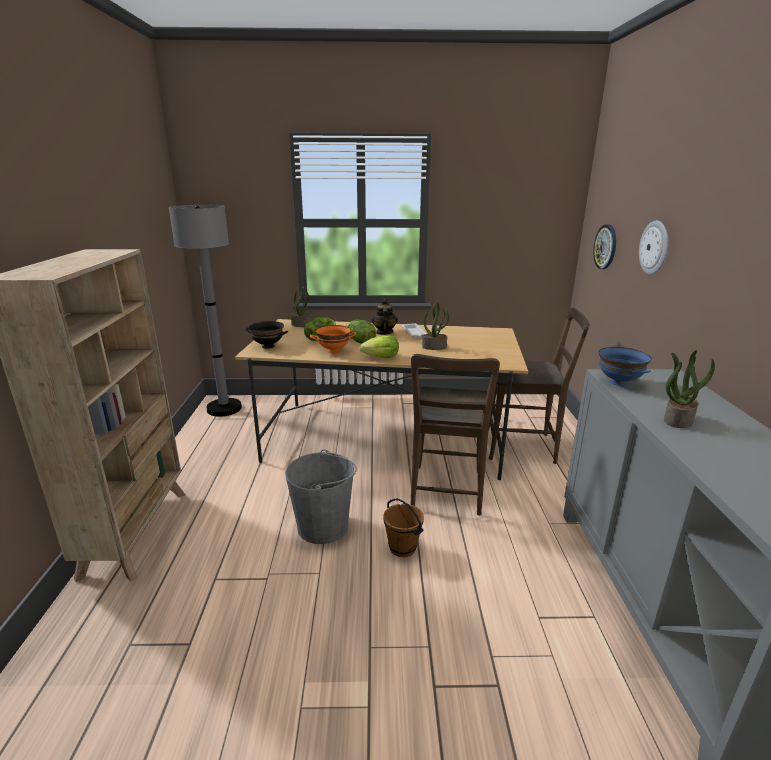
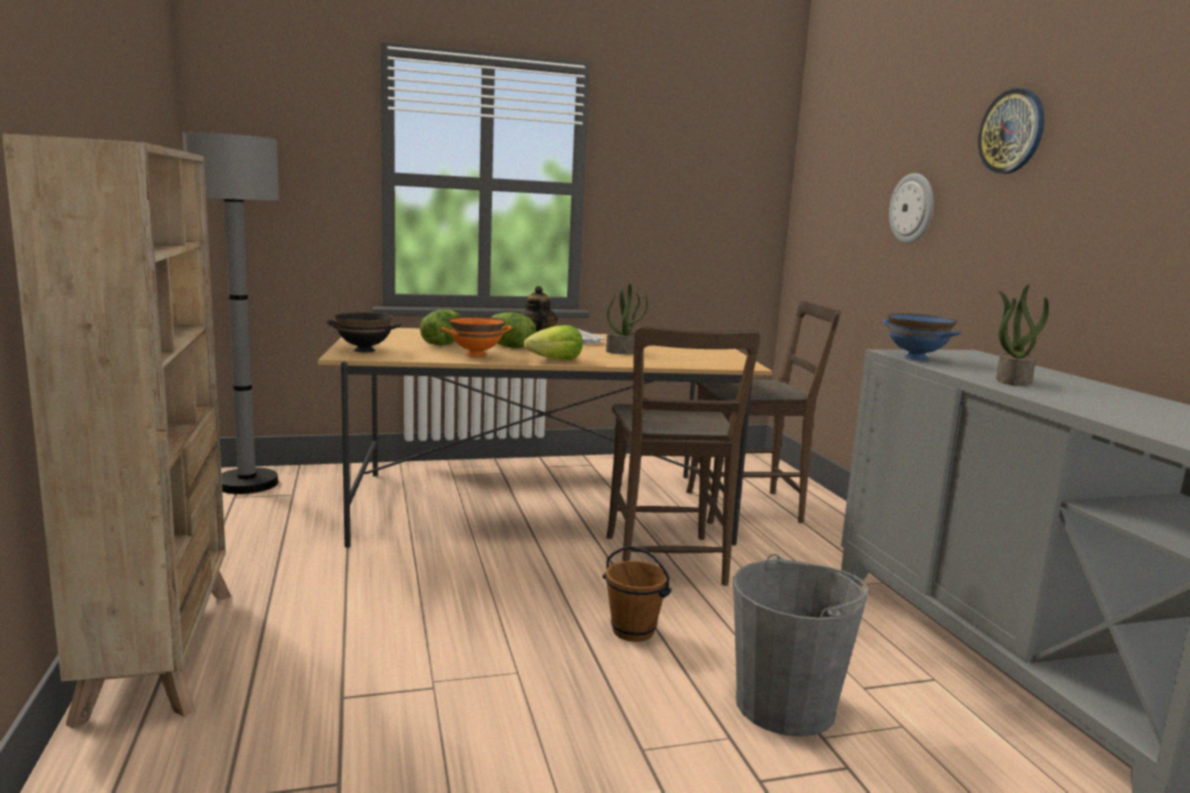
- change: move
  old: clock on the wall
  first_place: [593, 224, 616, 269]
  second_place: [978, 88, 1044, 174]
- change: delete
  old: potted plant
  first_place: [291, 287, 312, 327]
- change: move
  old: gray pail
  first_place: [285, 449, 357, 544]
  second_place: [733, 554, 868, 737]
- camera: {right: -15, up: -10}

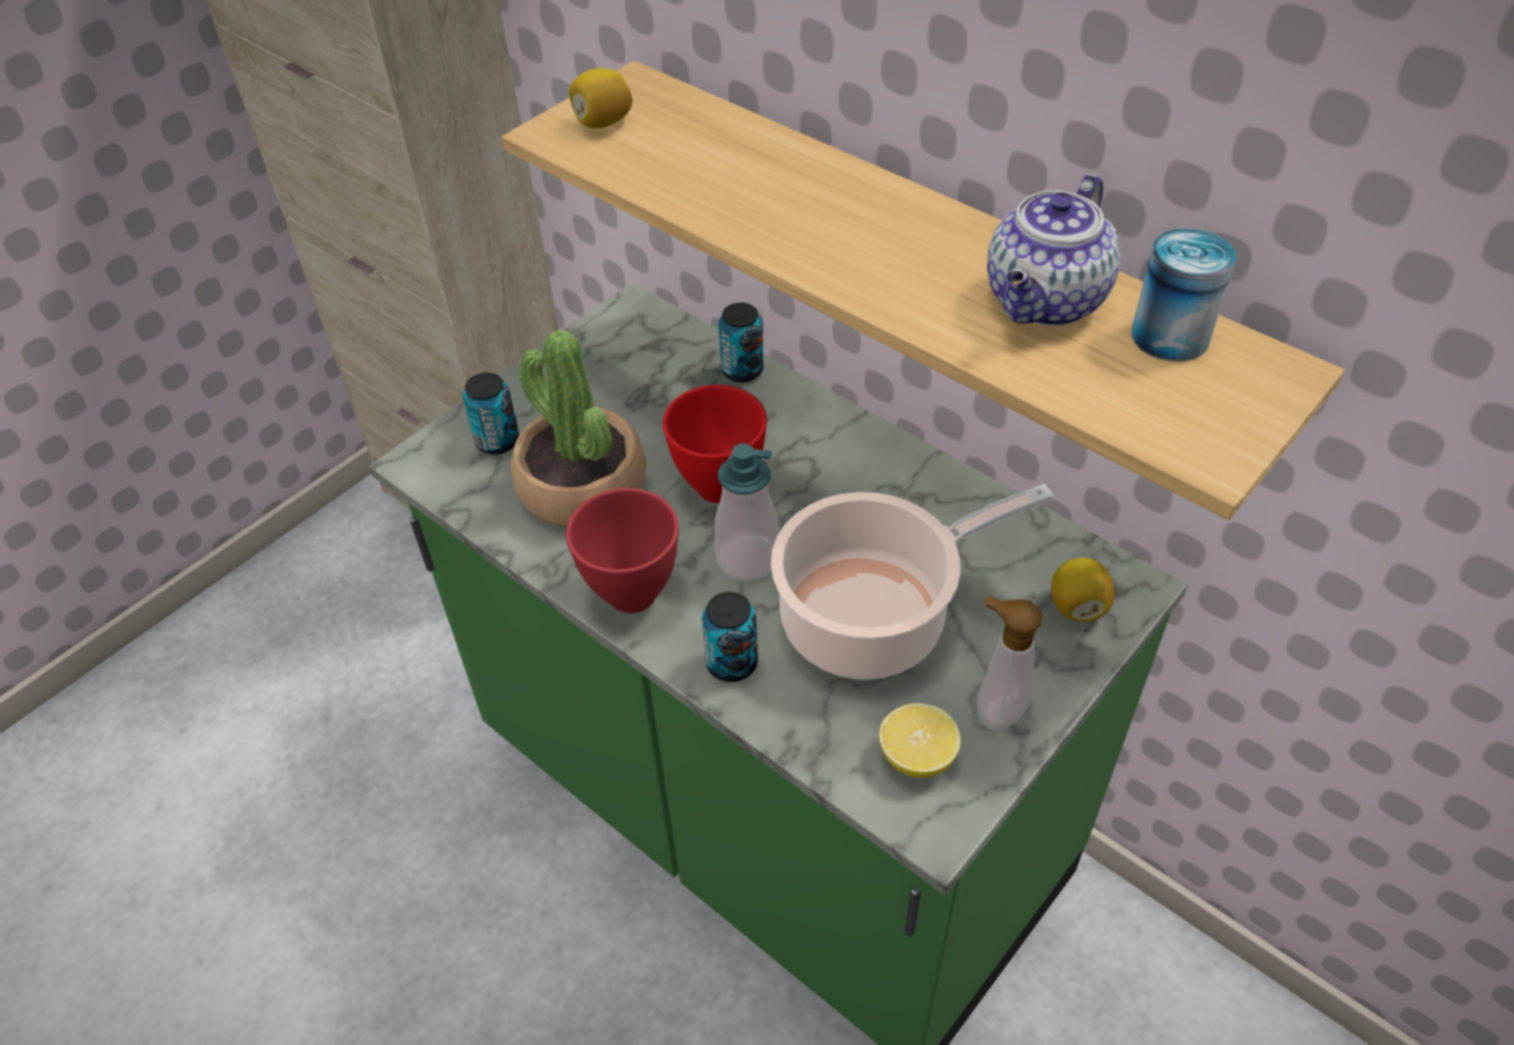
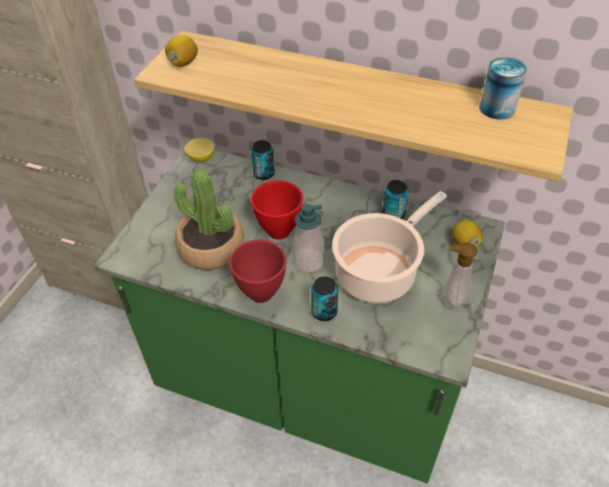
- change: delete
  old: pot for tea
  first_place: [987, 174, 1120, 326]
- change: move
  old: can
  first_place: [463, 373, 519, 455]
  second_place: [382, 180, 408, 219]
- change: move
  old: whole lemon
  first_place: [879, 703, 961, 778]
  second_place: [184, 138, 215, 162]
- camera: {right: -20, up: 0}

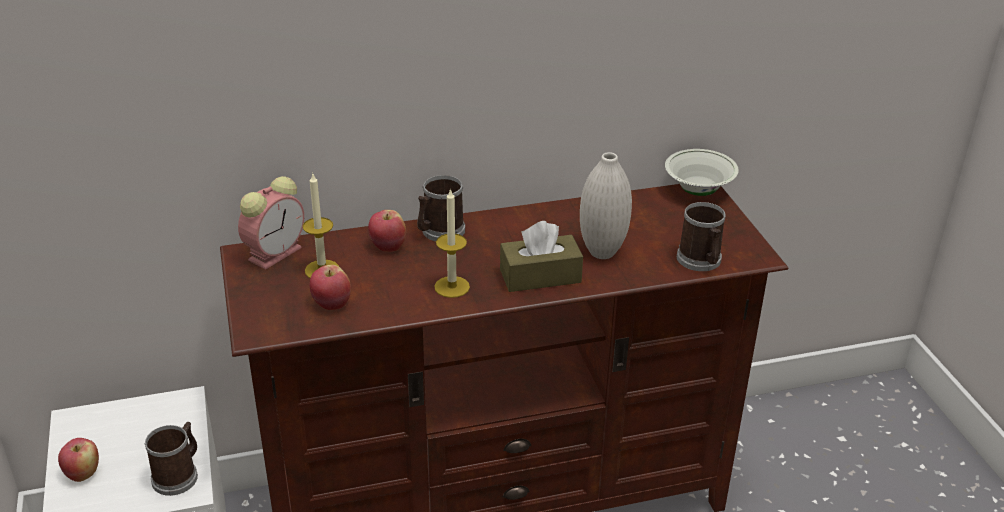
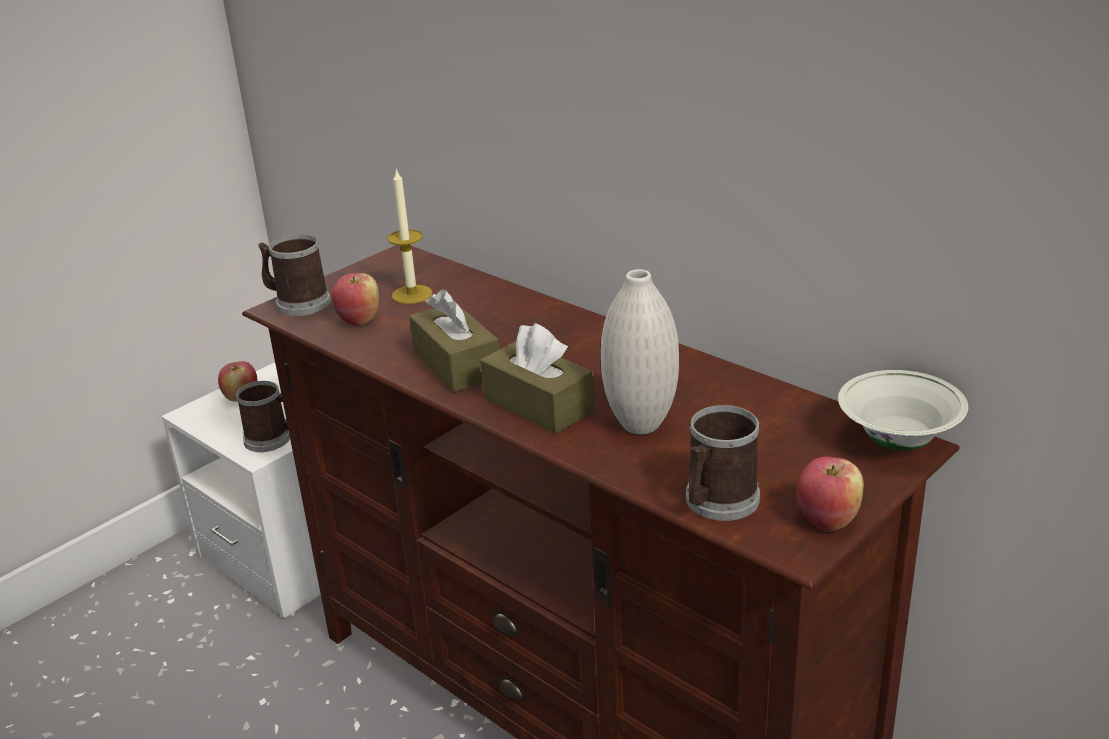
- change: move
  old: mug
  first_place: [417, 175, 465, 241]
  second_place: [258, 234, 331, 316]
- change: delete
  old: bedside clock
  first_place: [238, 176, 304, 270]
- change: replace
  old: candle
  new: brown-coloured box of tissues
  first_place: [434, 188, 470, 298]
  second_place: [409, 289, 499, 392]
- change: move
  old: apple
  first_place: [368, 210, 406, 252]
  second_place: [797, 456, 864, 531]
- camera: {right: 60, up: -5}

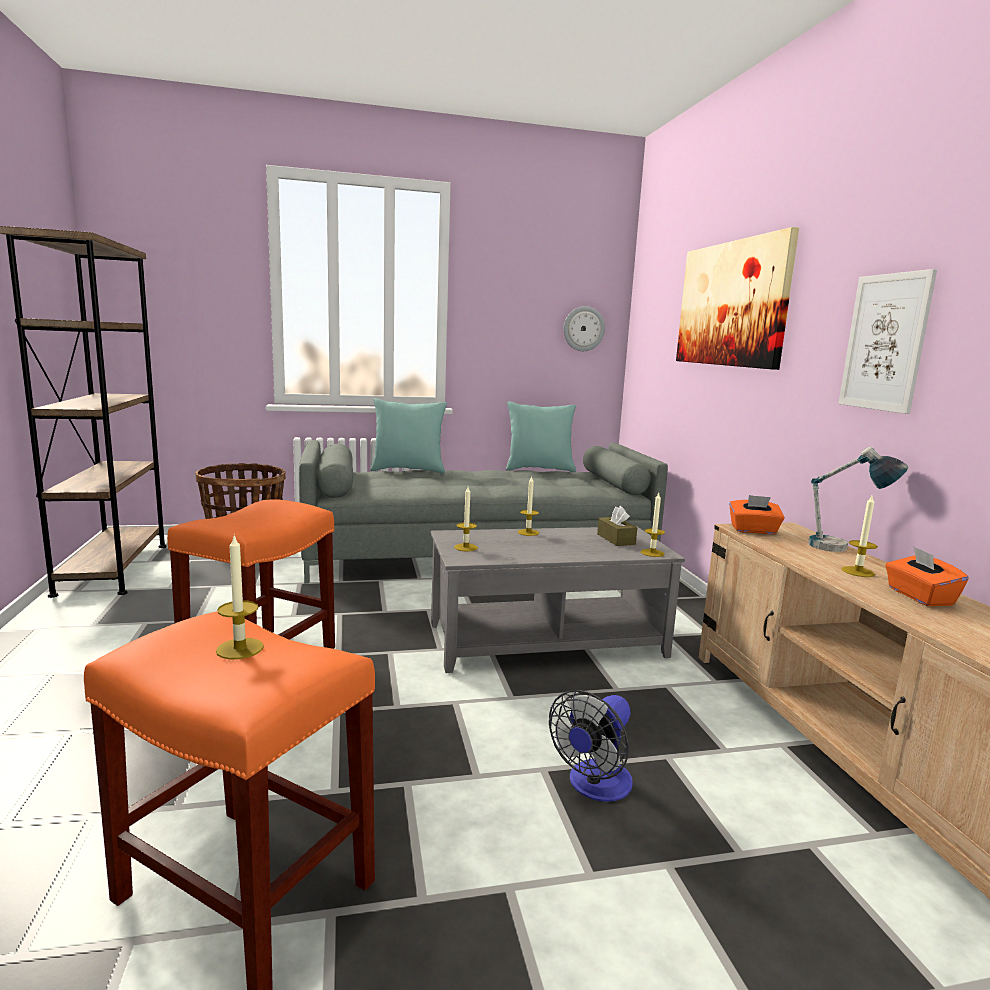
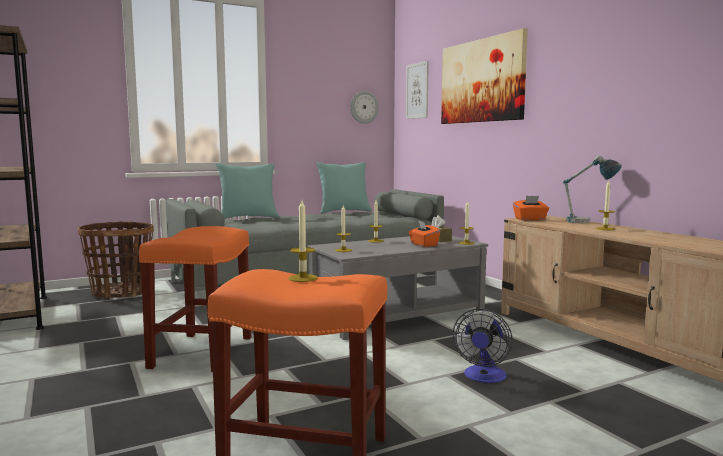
- change: move
  old: wall picture
  first_place: [838, 269, 937, 414]
  second_place: [406, 61, 429, 119]
- change: move
  old: orange box of tissues
  first_place: [885, 547, 969, 606]
  second_place: [408, 220, 440, 247]
- camera: {right: -15, up: -5}

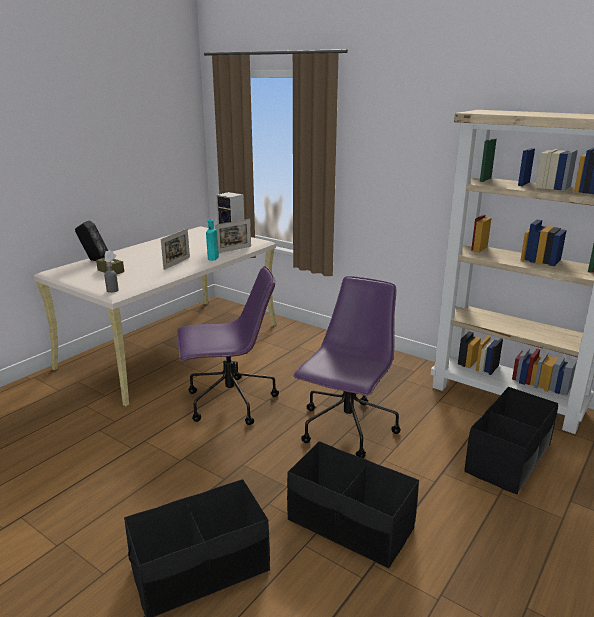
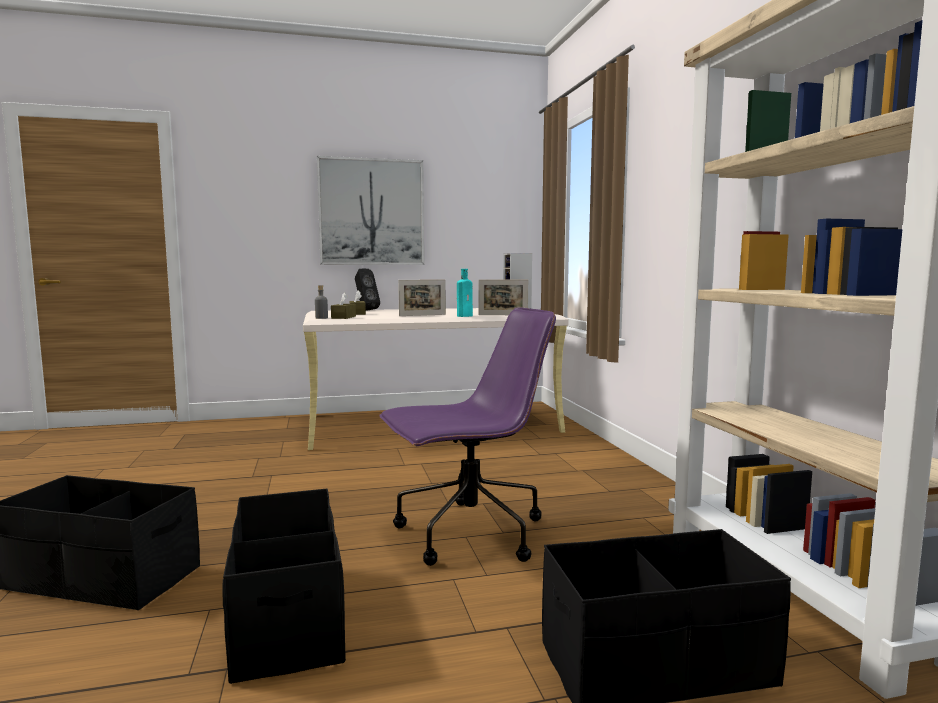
- change: delete
  old: purplish desk chair
  first_place: [177, 266, 279, 425]
- change: insert
  new: wall picture
  second_place: [317, 156, 424, 265]
- change: insert
  new: brown-coloured box of tissues
  second_place: [331, 292, 356, 319]
- camera: {right: 40, up: -15}

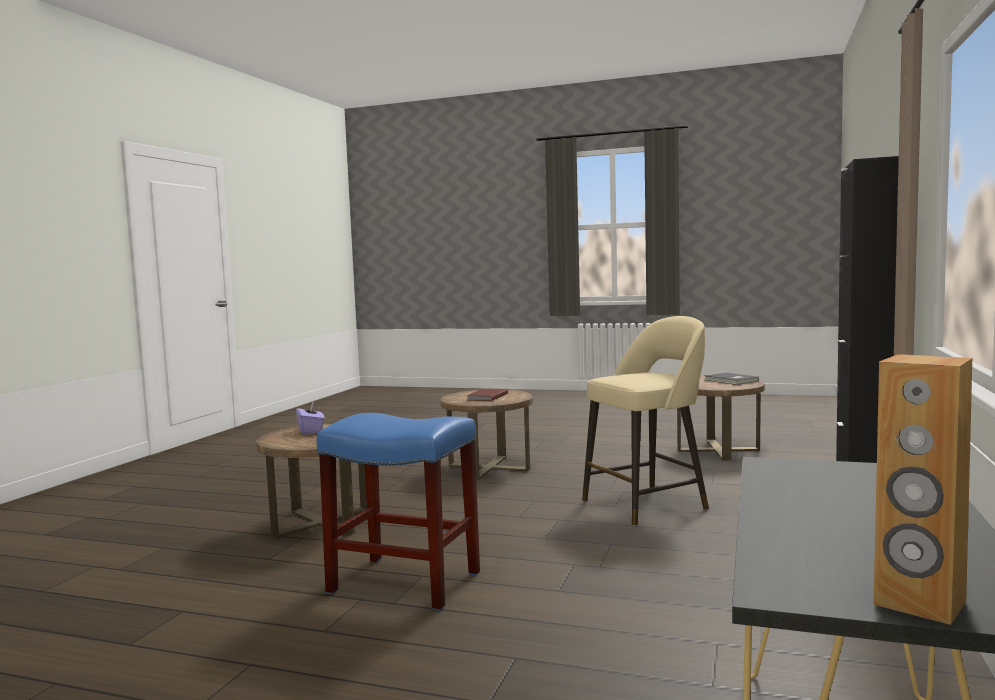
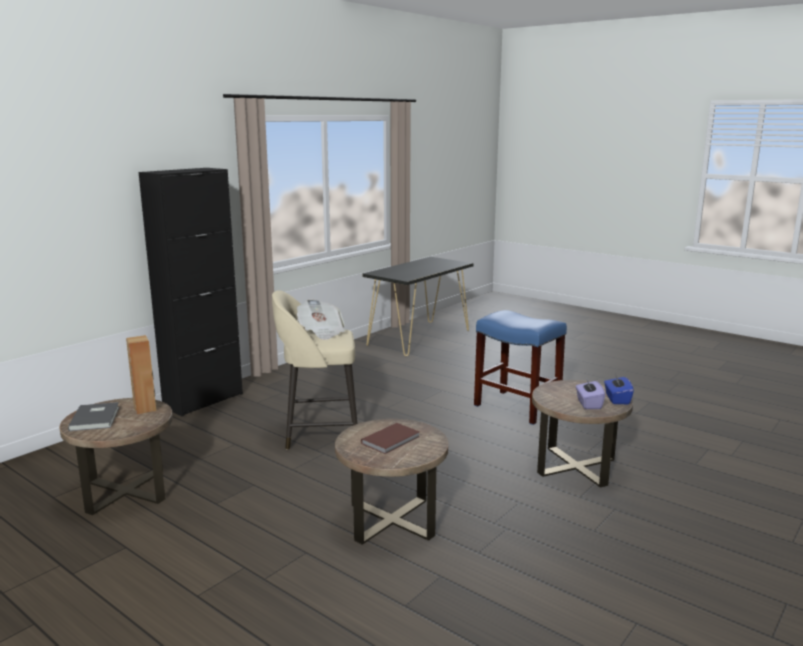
- change: move
  old: brown-coloured audio speaker
  first_place: [874, 354, 972, 625]
  second_place: [126, 335, 156, 414]
- change: insert
  new: printed paper
  second_place: [297, 299, 345, 340]
- change: insert
  new: blue box of tissues
  second_place: [604, 374, 634, 404]
- camera: {right: -160, up: 10}

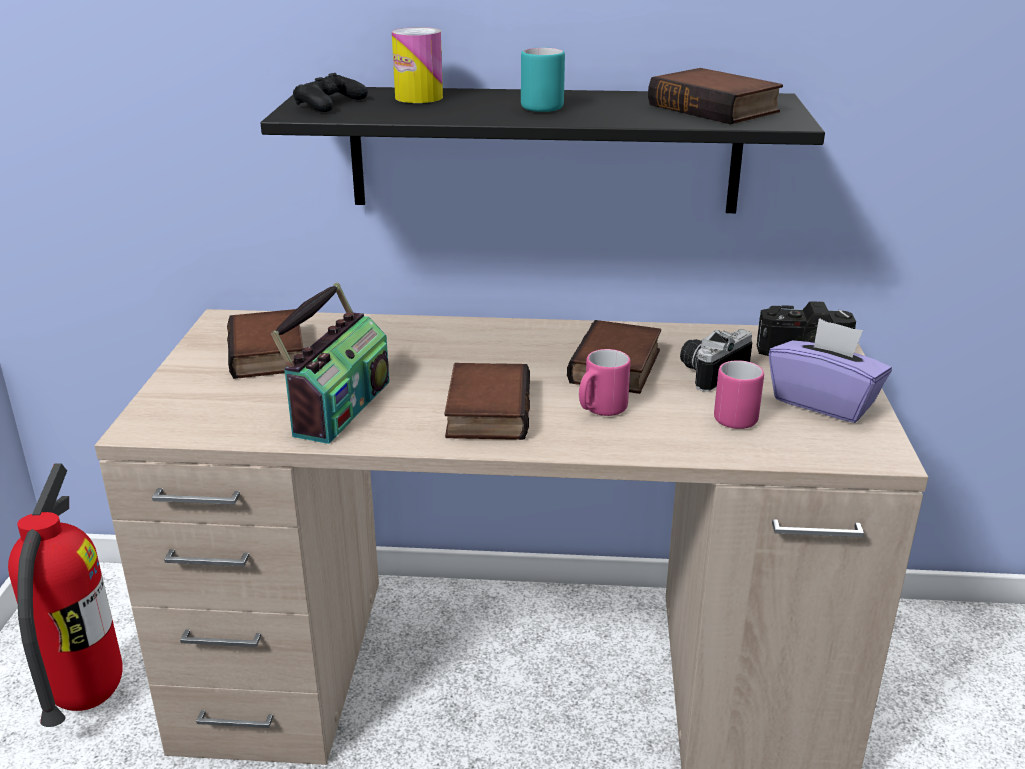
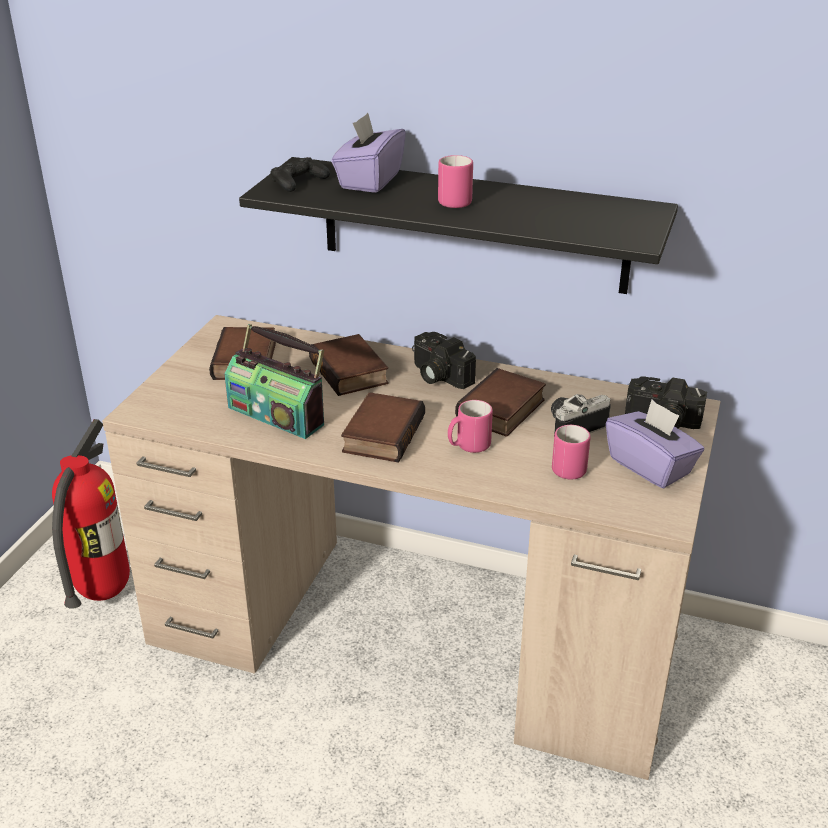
- change: replace
  old: can
  new: purplish box of tissues
  first_place: [392, 27, 443, 103]
  second_place: [331, 113, 406, 193]
- change: recolor
  old: turquoise mug
  new: pink mug
  first_place: [521, 48, 565, 112]
  second_place: [438, 155, 473, 208]
- change: move
  old: volume
  first_place: [648, 68, 783, 125]
  second_place: [309, 334, 388, 396]
- change: rotate
  old: radio set
  first_place: [271, 282, 389, 444]
  second_place: [224, 324, 324, 439]
  degrees: 90
- change: insert
  new: still camera
  second_place: [412, 332, 476, 389]
- camera: {right: 15, up: 5}

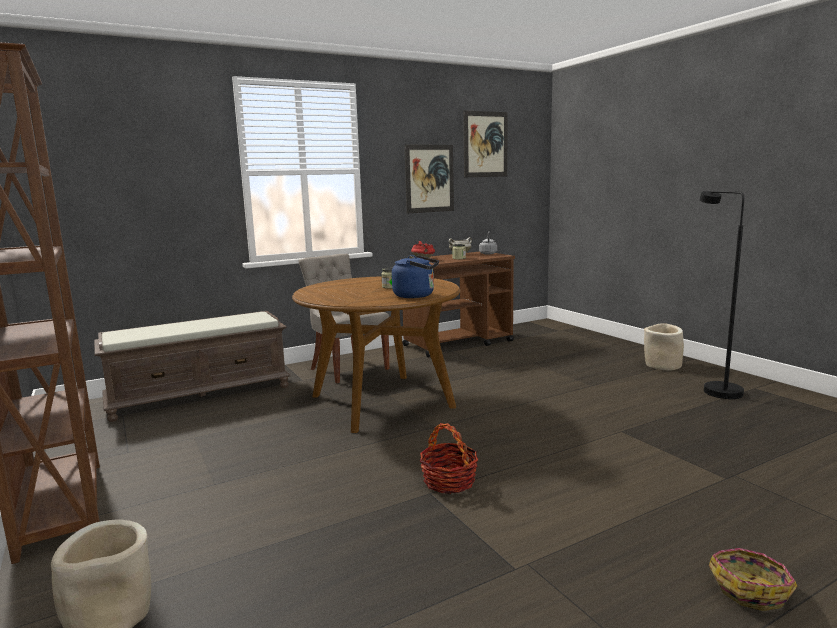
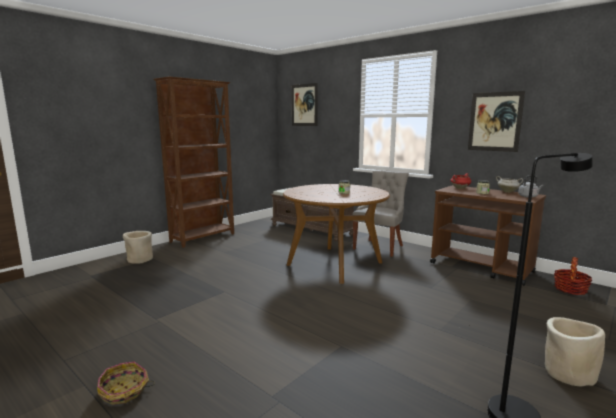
- change: move
  old: wall picture
  first_place: [463, 111, 508, 177]
  second_place: [292, 83, 318, 126]
- change: delete
  old: blue kettle
  first_place: [392, 255, 439, 298]
- change: move
  old: basket
  first_place: [420, 423, 478, 494]
  second_place: [554, 257, 592, 295]
- camera: {right: 70, up: 0}

